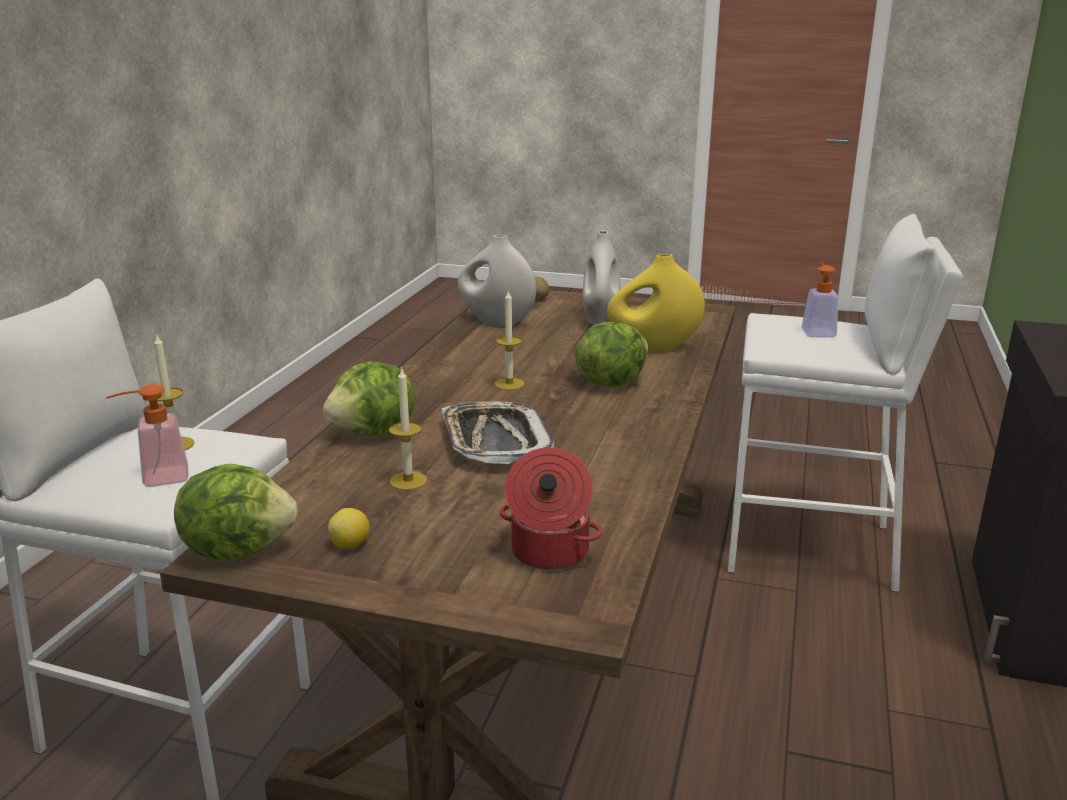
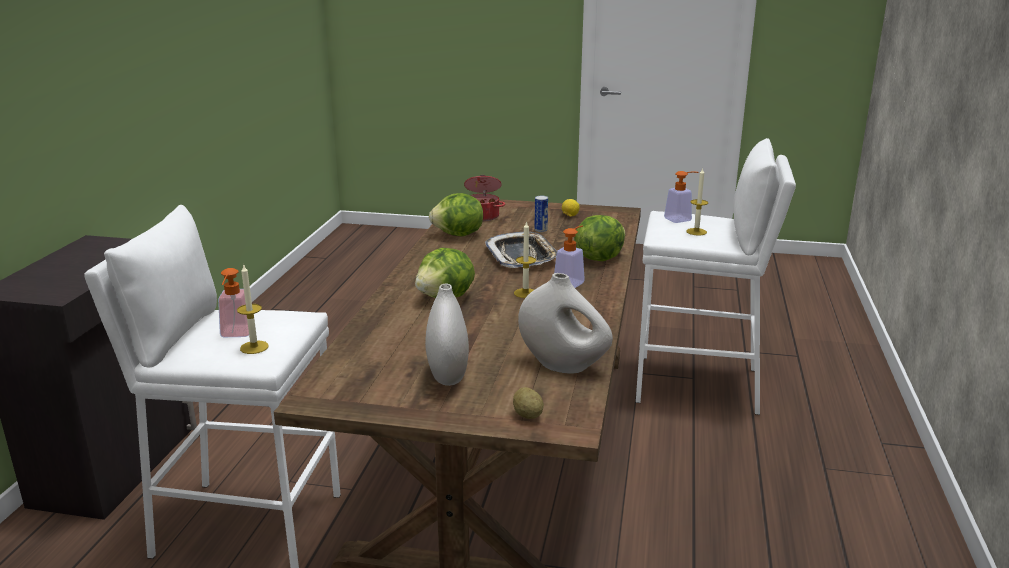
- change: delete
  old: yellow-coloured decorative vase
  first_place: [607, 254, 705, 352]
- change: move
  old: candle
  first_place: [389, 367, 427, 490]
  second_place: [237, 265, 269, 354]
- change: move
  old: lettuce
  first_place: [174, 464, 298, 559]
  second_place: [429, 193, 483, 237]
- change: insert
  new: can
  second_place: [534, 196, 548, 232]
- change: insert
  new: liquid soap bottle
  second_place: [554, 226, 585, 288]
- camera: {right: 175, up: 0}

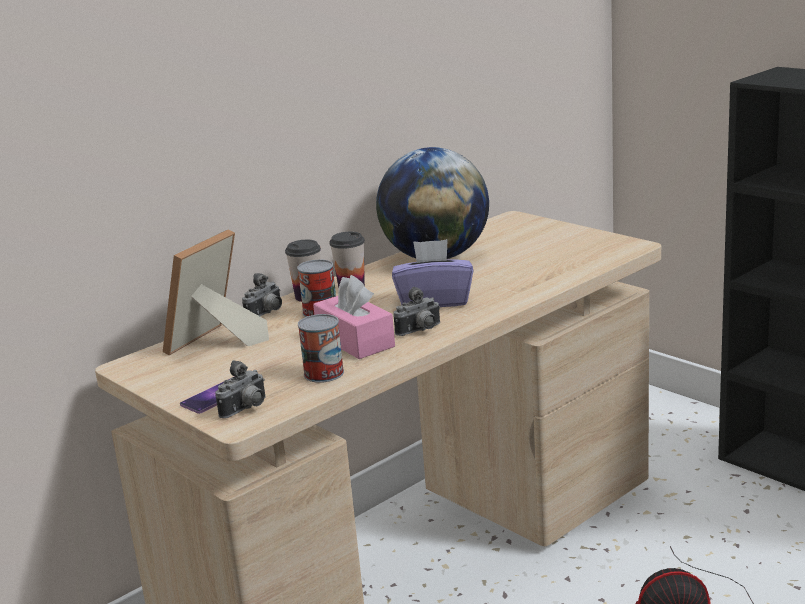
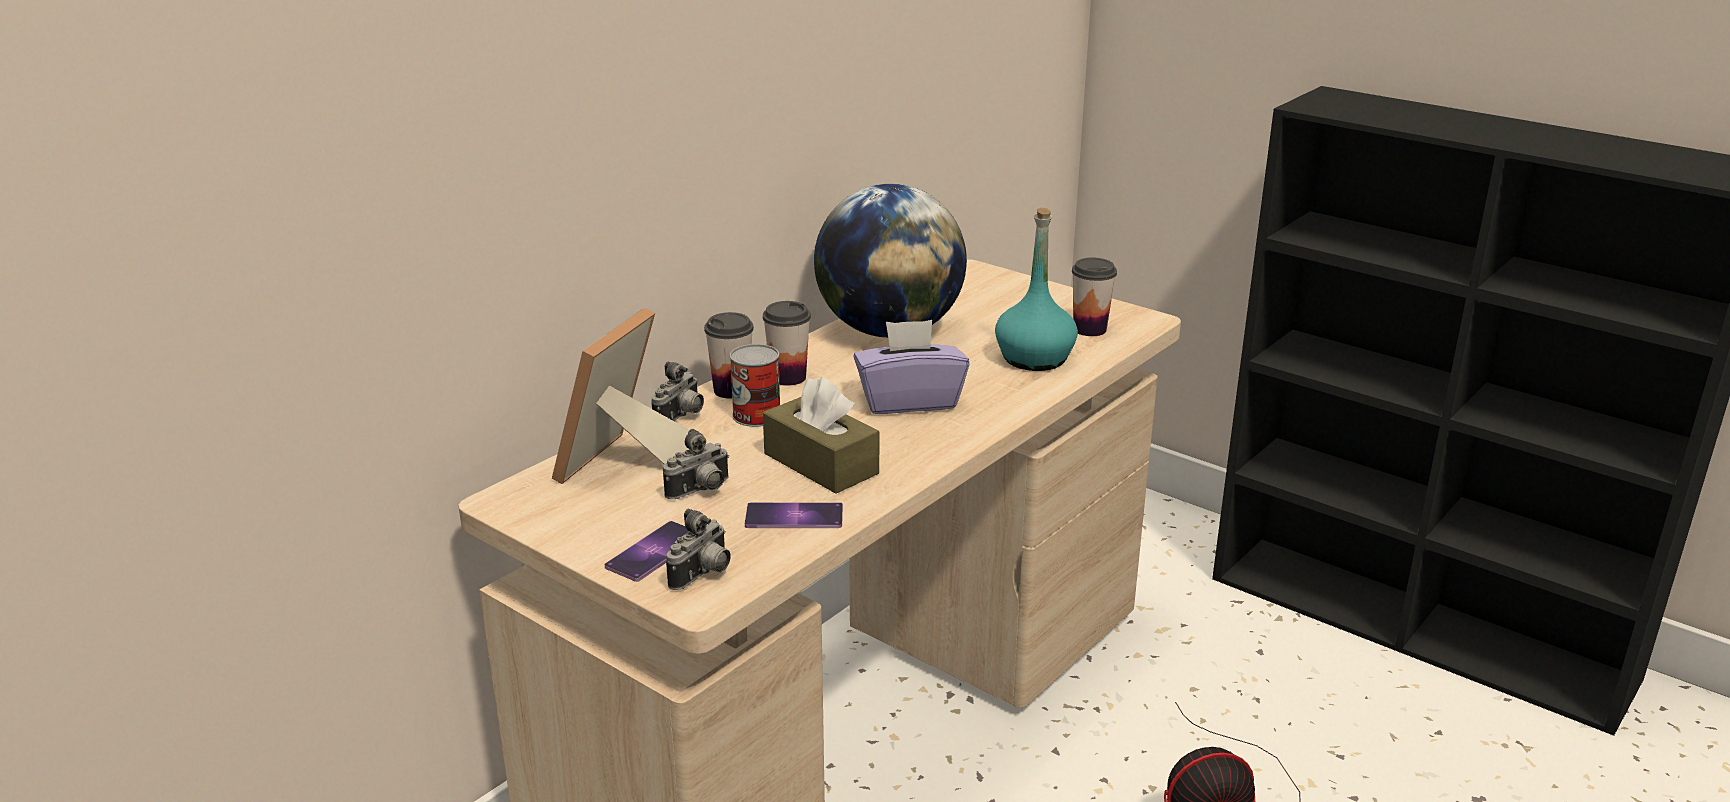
- change: recolor
  old: pink box of tissues
  new: brown-coloured box of tissues
  first_place: [313, 275, 395, 359]
  second_place: [763, 377, 879, 494]
- change: move
  old: still camera
  first_place: [393, 287, 440, 336]
  second_place: [663, 429, 729, 499]
- change: replace
  old: can
  new: phone
  first_place: [298, 314, 344, 383]
  second_place: [745, 502, 843, 528]
- change: insert
  new: turquoise bottle
  second_place: [995, 207, 1078, 371]
- change: insert
  new: cup
  second_place: [1072, 258, 1117, 336]
- camera: {right: -10, up: 5}

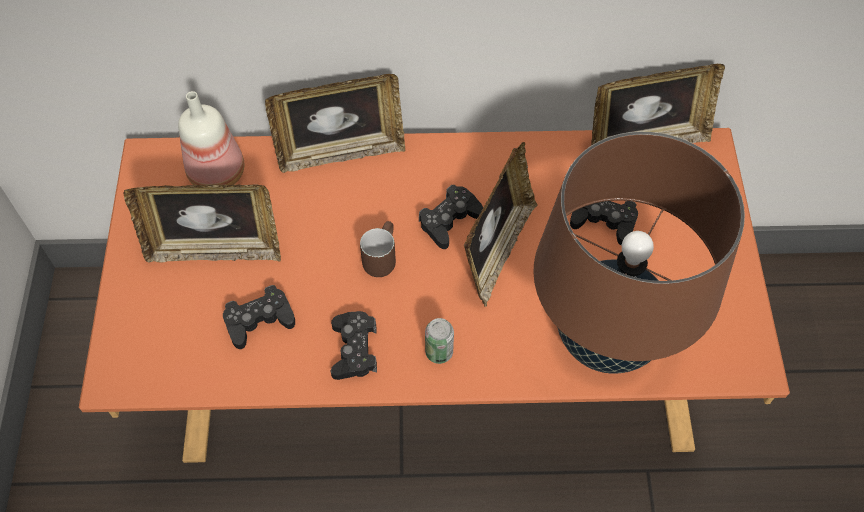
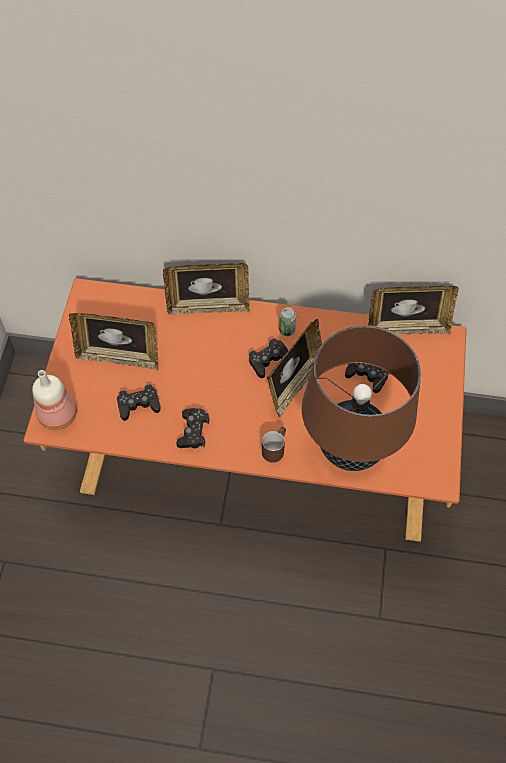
- change: move
  old: bottle
  first_place: [178, 91, 244, 185]
  second_place: [32, 370, 77, 430]
- change: move
  old: brown-coloured mug
  first_place: [360, 221, 396, 277]
  second_place: [262, 427, 286, 463]
- change: move
  old: can
  first_place: [425, 318, 454, 364]
  second_place: [279, 307, 296, 336]
- camera: {right: 10, up: 0}

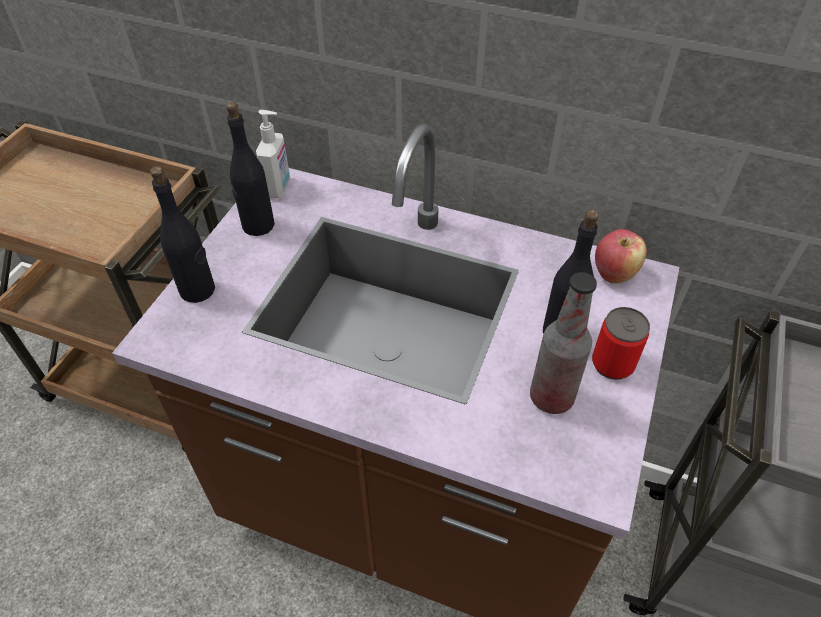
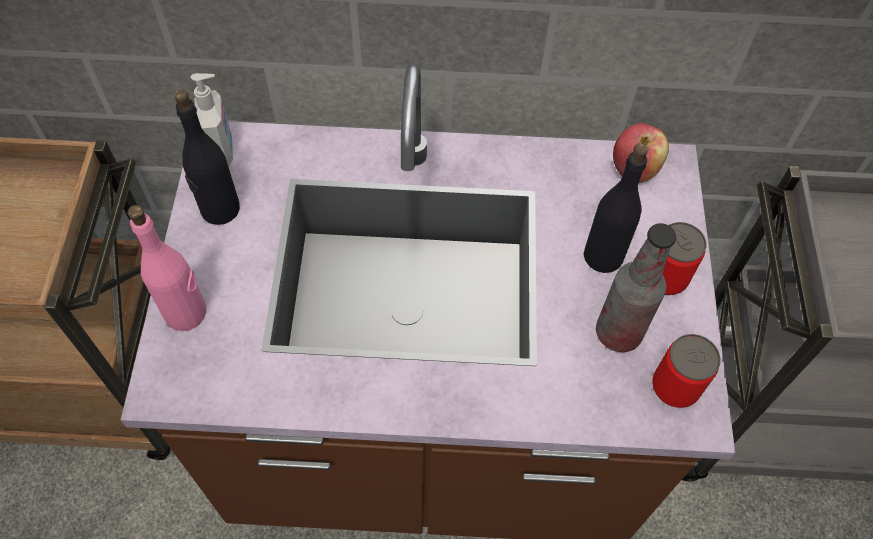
- change: recolor
  old: black-coloured bottle
  new: pink bottle
  first_place: [150, 166, 215, 303]
  second_place: [128, 205, 206, 331]
- change: insert
  new: can
  second_place: [652, 334, 721, 408]
- camera: {right: -20, up: 10}

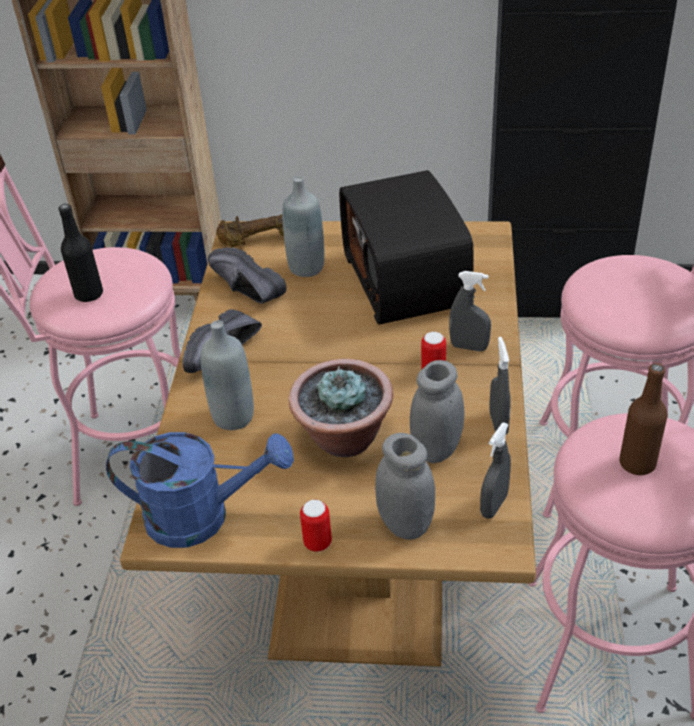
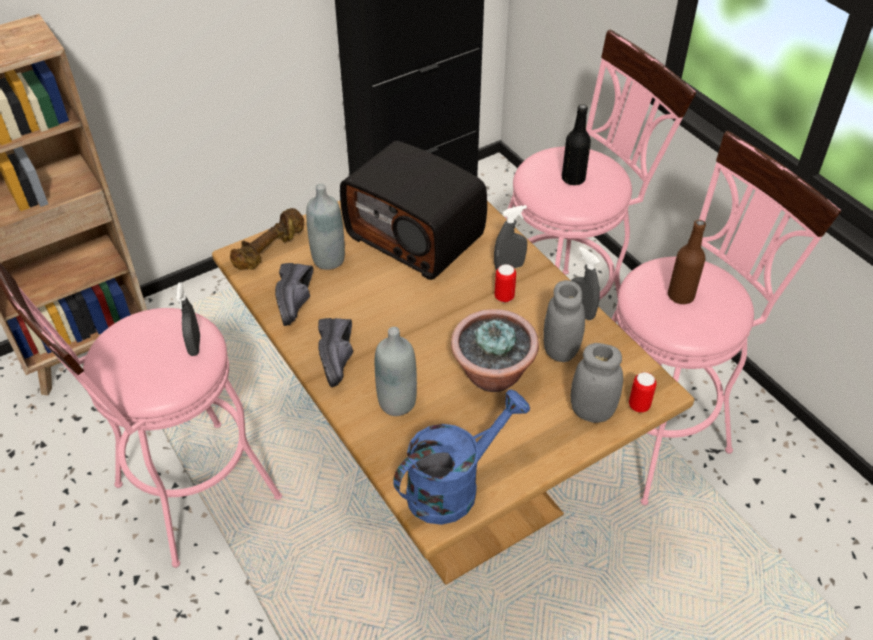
- change: move
  old: black-coloured bottle
  first_place: [58, 204, 103, 302]
  second_place: [562, 104, 591, 185]
- change: rotate
  old: black-coloured low shoe
  first_place: [208, 247, 287, 304]
  second_place: [275, 263, 313, 326]
  degrees: -90
- change: move
  old: gray sprayer
  first_place: [480, 422, 511, 519]
  second_place: [176, 282, 200, 356]
- change: move
  old: can
  first_place: [300, 500, 332, 552]
  second_place: [629, 372, 656, 413]
- camera: {right: -40, up: 5}

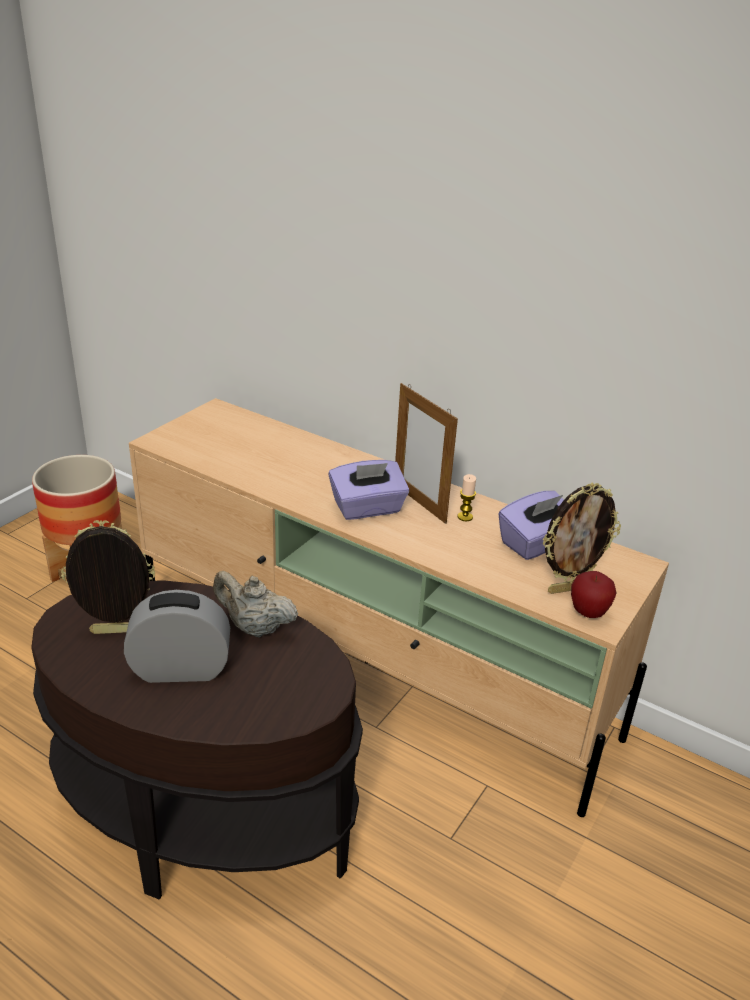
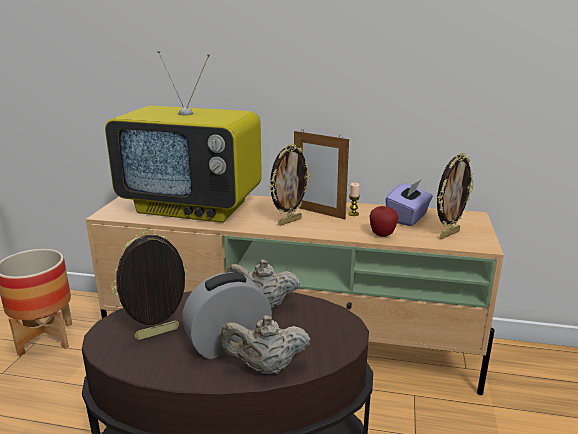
- change: replace
  old: purplish box of tissues
  new: picture frame
  first_place: [328, 460, 409, 520]
  second_place: [269, 144, 311, 226]
- change: move
  old: apple
  first_place: [571, 571, 617, 618]
  second_place: [369, 206, 398, 237]
- change: insert
  new: TV
  second_place: [105, 50, 262, 223]
- change: insert
  new: beige pot for tea
  second_place: [220, 315, 310, 375]
- camera: {right: -20, up: -10}

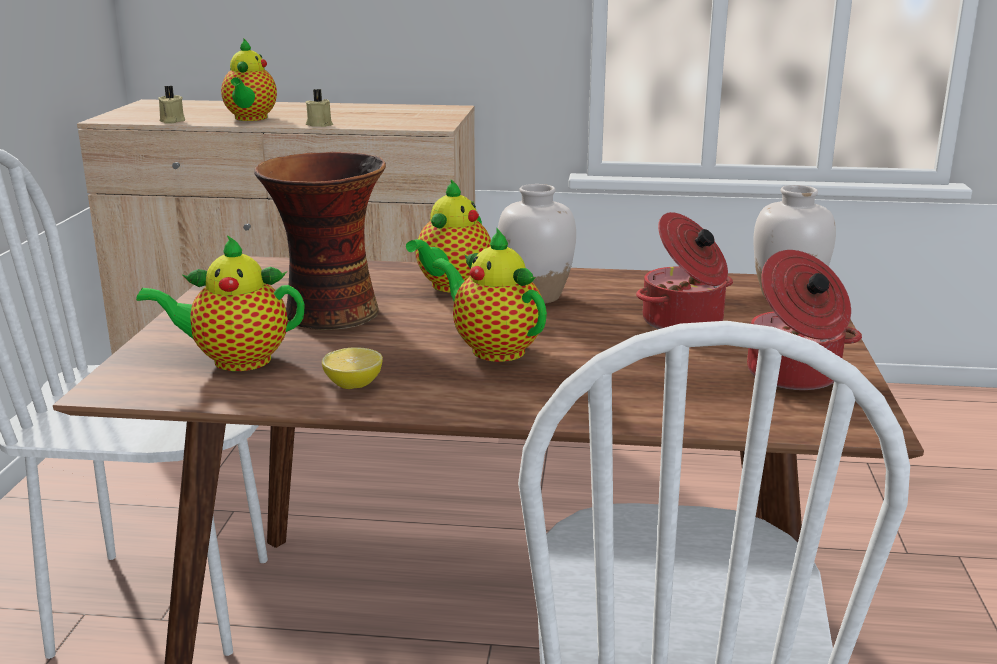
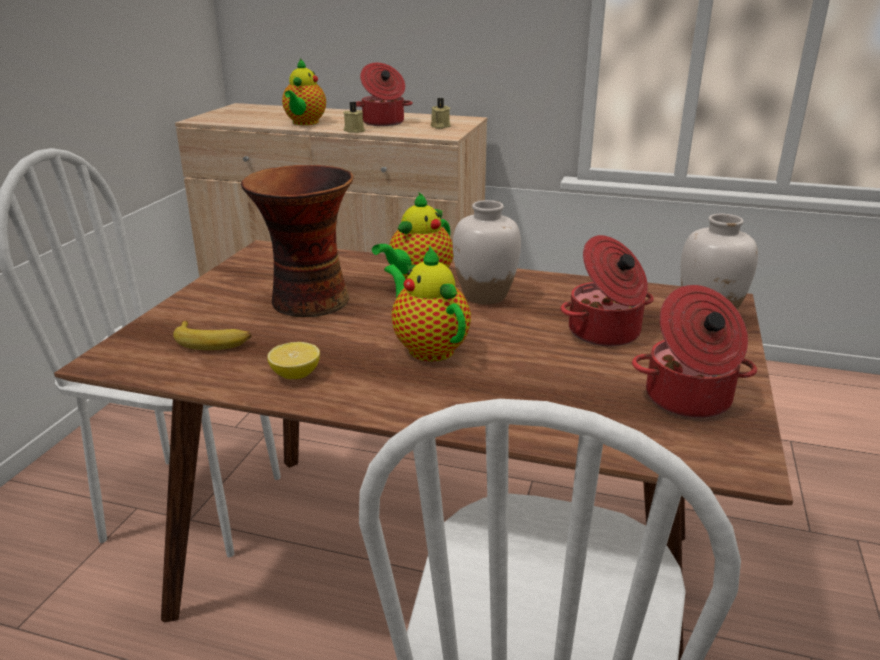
- change: move
  old: beige candle
  first_place: [158, 86, 185, 124]
  second_place: [430, 98, 451, 129]
- change: replace
  old: pot for tea
  new: whole banana
  first_place: [136, 235, 305, 371]
  second_place: [173, 320, 251, 350]
- change: insert
  new: saucepot
  second_place: [356, 63, 413, 126]
- camera: {right: 10, up: 5}

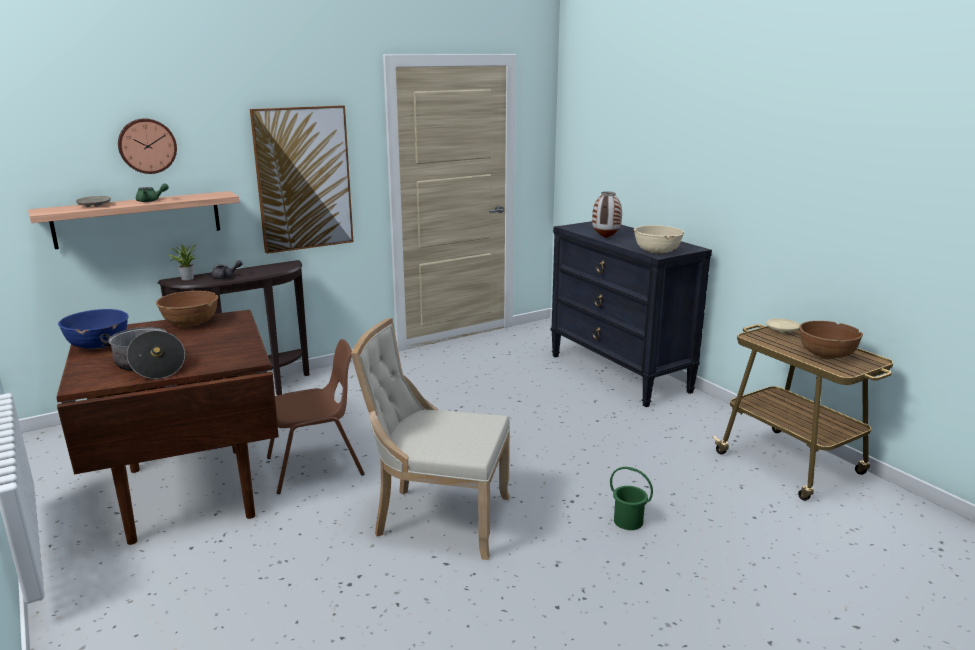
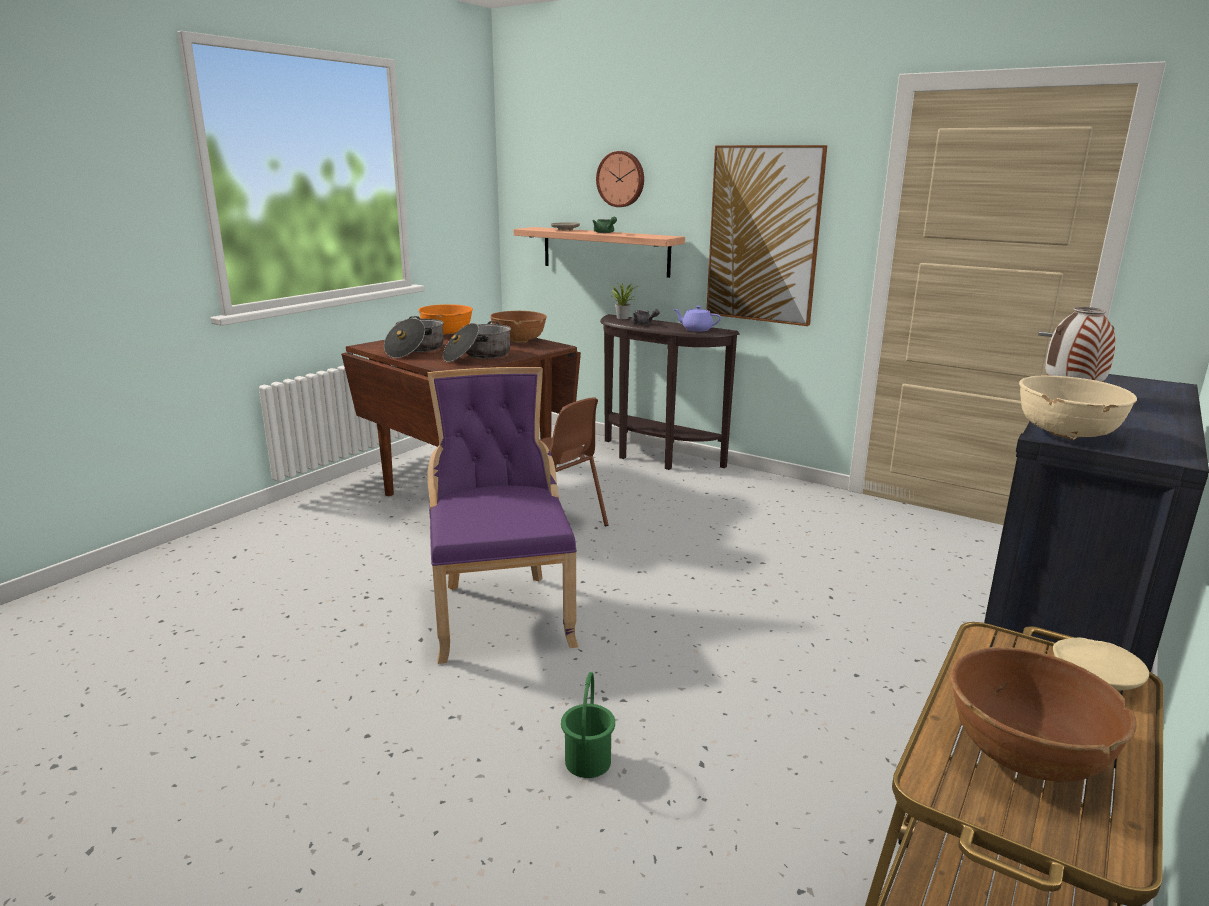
- change: recolor
  old: blue deep dish
  new: orange deep dish
  first_place: [58, 309, 128, 350]
  second_place: [418, 304, 473, 335]
- change: recolor
  old: beige chair
  new: purplish chair
  first_place: [351, 318, 510, 560]
  second_place: [427, 367, 579, 664]
- change: insert
  new: purplish pot for tea
  second_place: [673, 306, 721, 331]
- change: insert
  new: saucepot
  second_place: [443, 321, 511, 362]
- camera: {right: 65, up: 0}

